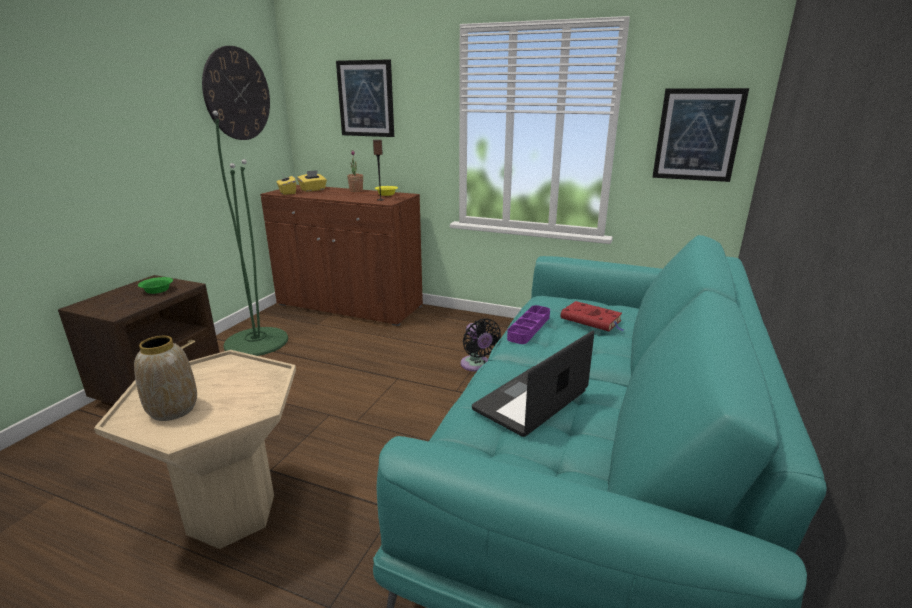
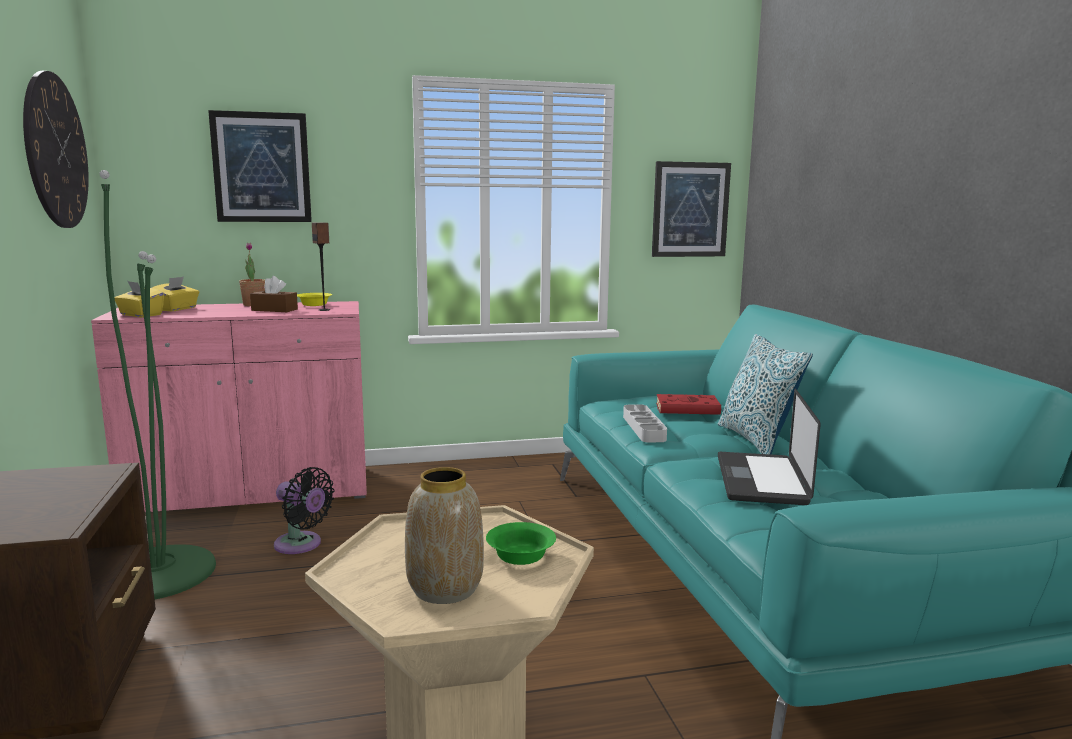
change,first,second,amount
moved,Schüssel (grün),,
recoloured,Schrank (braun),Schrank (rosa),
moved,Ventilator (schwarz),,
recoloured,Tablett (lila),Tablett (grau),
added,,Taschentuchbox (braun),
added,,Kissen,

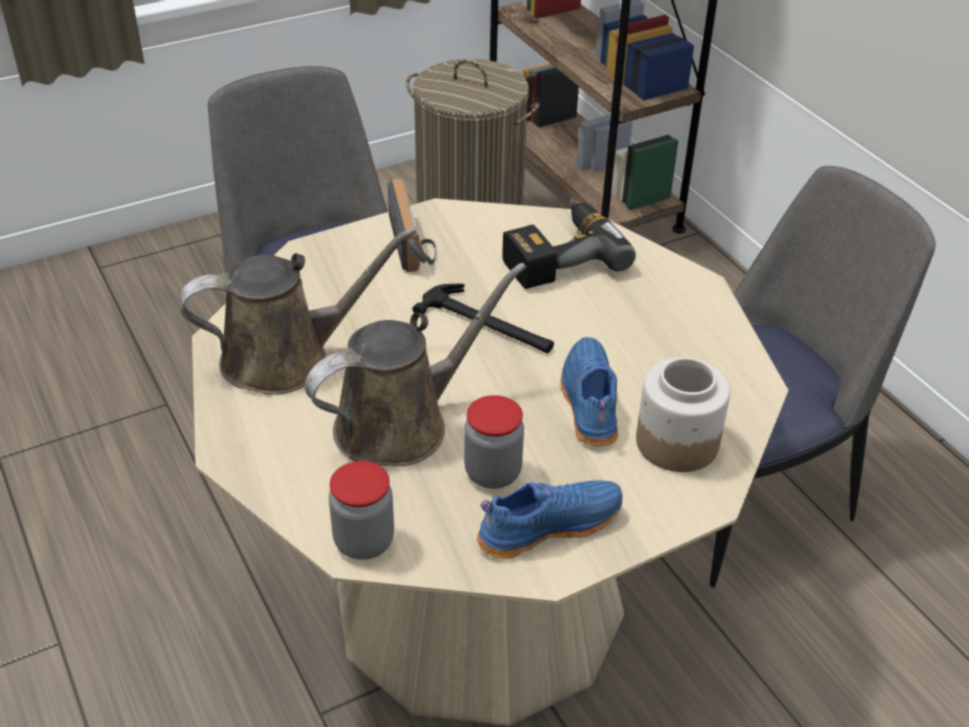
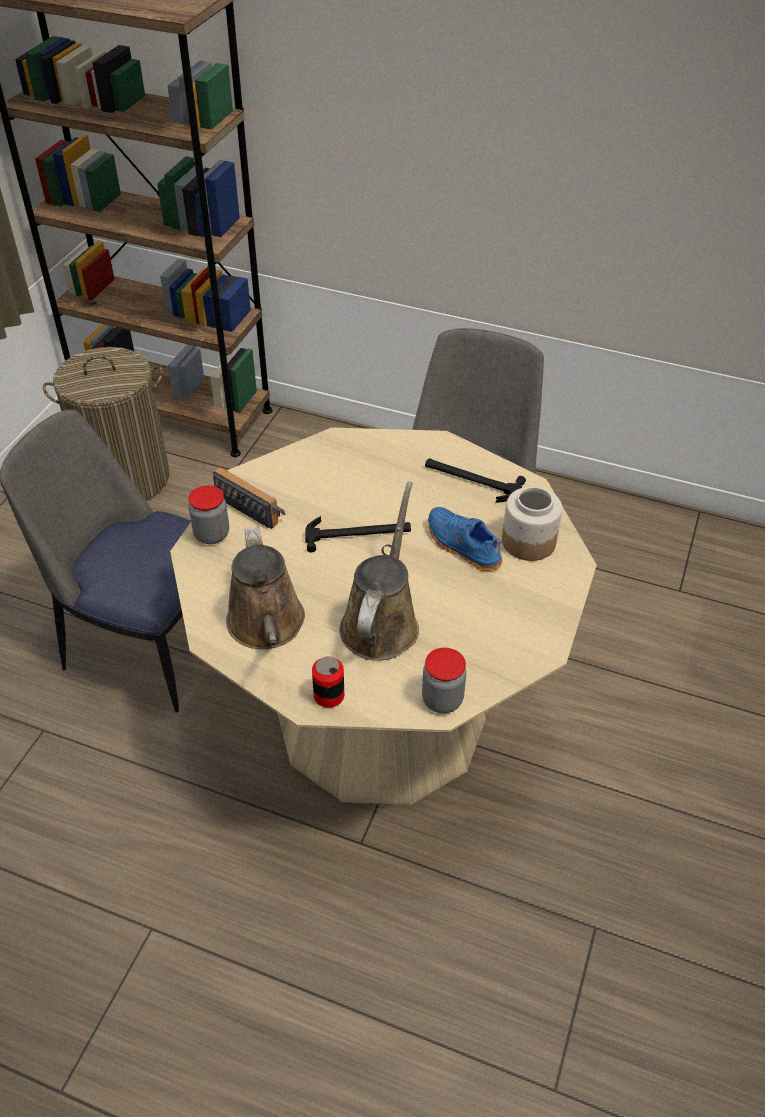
change,first,second,amount
turned,Gießkanne (braun) (1st from left),,135 degrees clockwise
moved,Vorratsglas (2nd from left in the first image),Vorratsglas (1st from left),
removed,Schuh (blau) (1st from left),,
removed,Bohrmaschine,,
added,,Dose,
added,,Hammer (2nd from left),

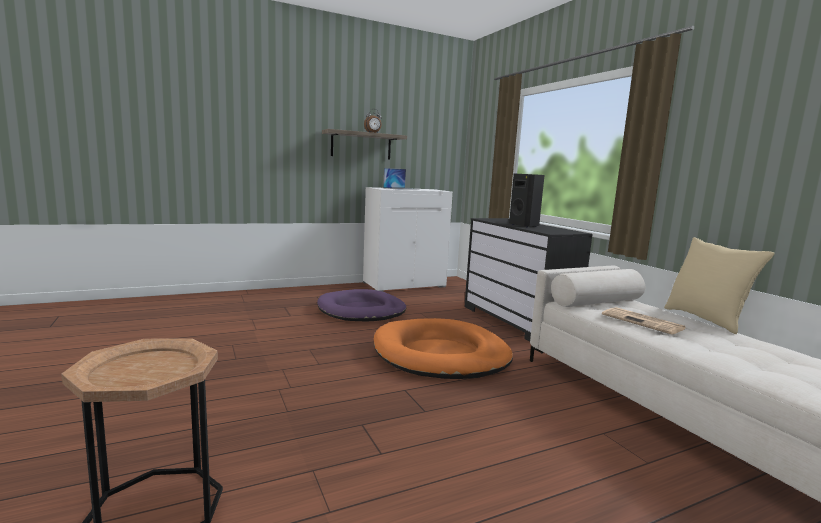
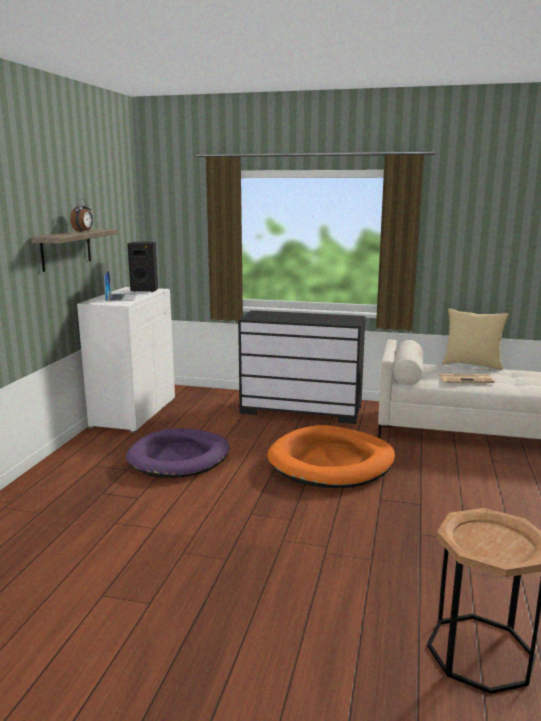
change,first,second,amount
moved,Lautsprecher (schwarz),,

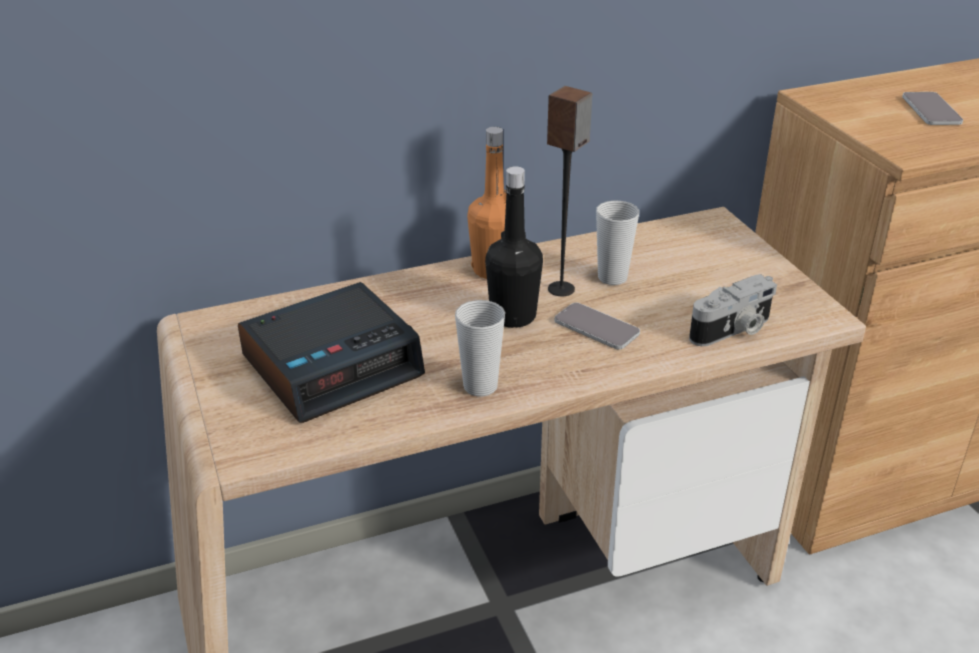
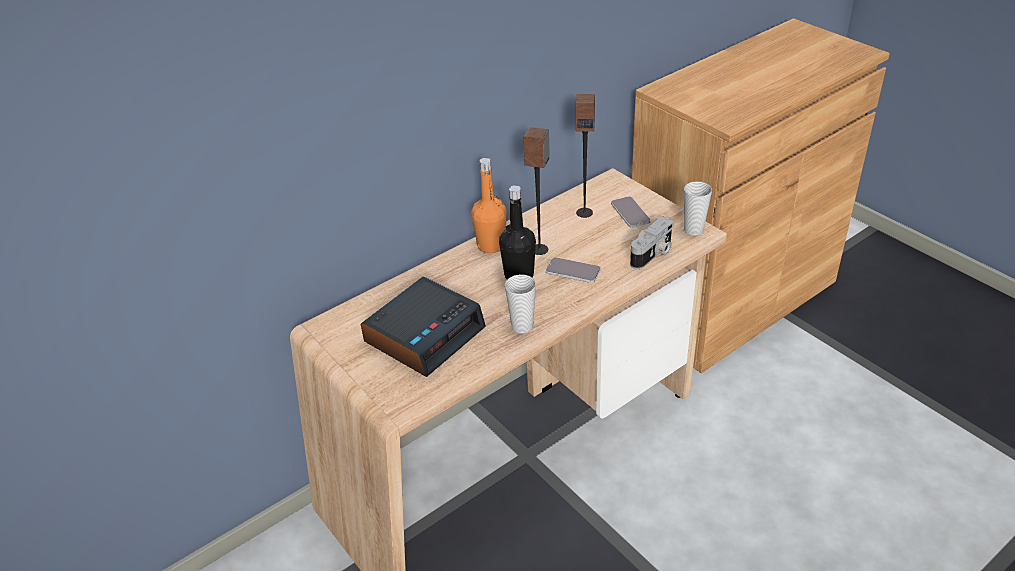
change,first,second,amount
moved,Tasse (2nd from left),,
moved,Handy (2nd from left),,
added,,Lautsprecher (2nd from left),

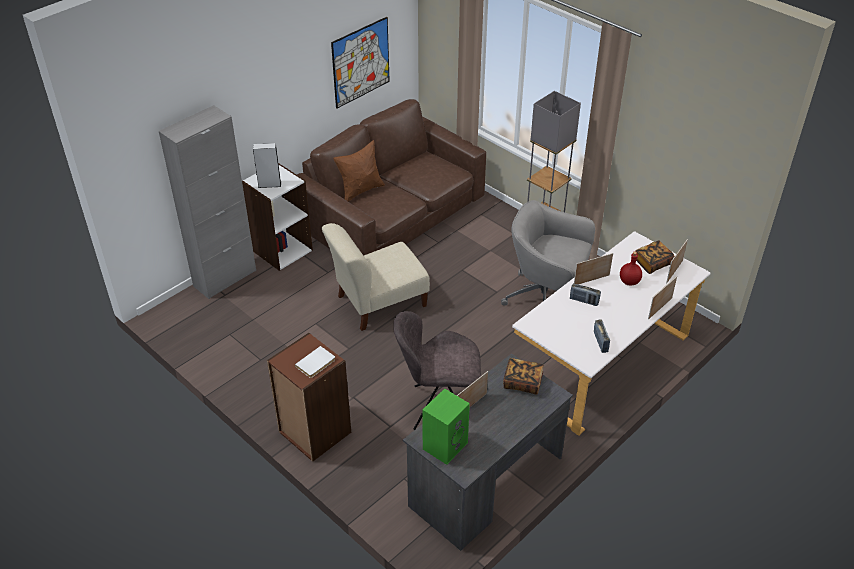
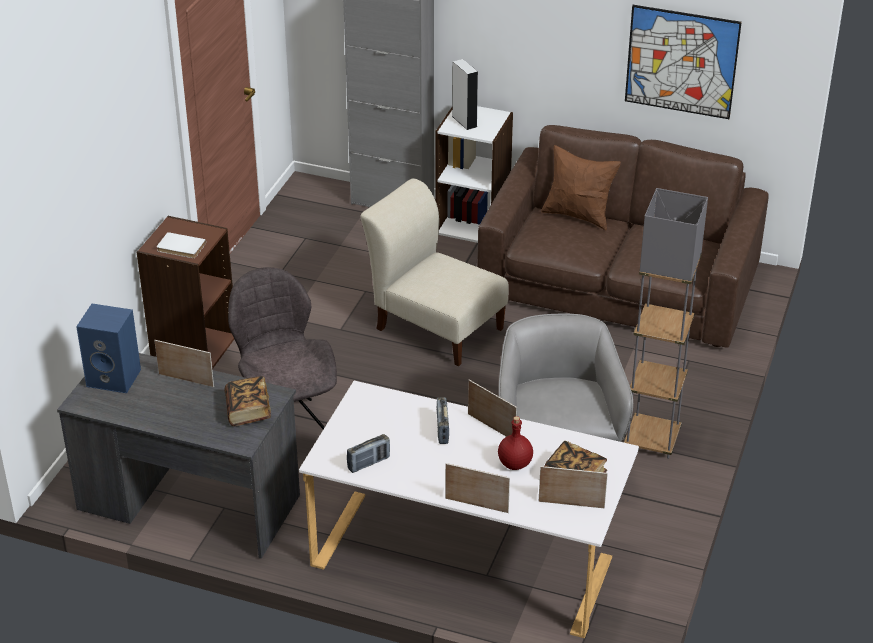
change,first,second,amount
recoloured,Lautsprecher (grün),Lautsprecher (blau),

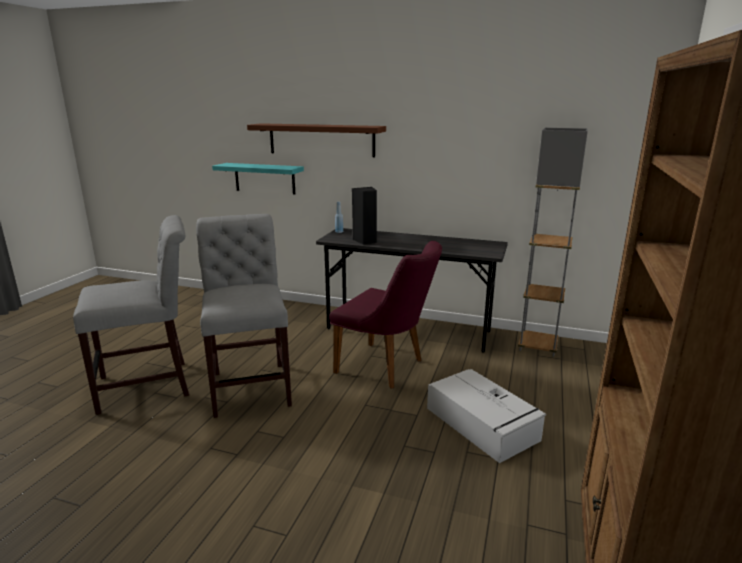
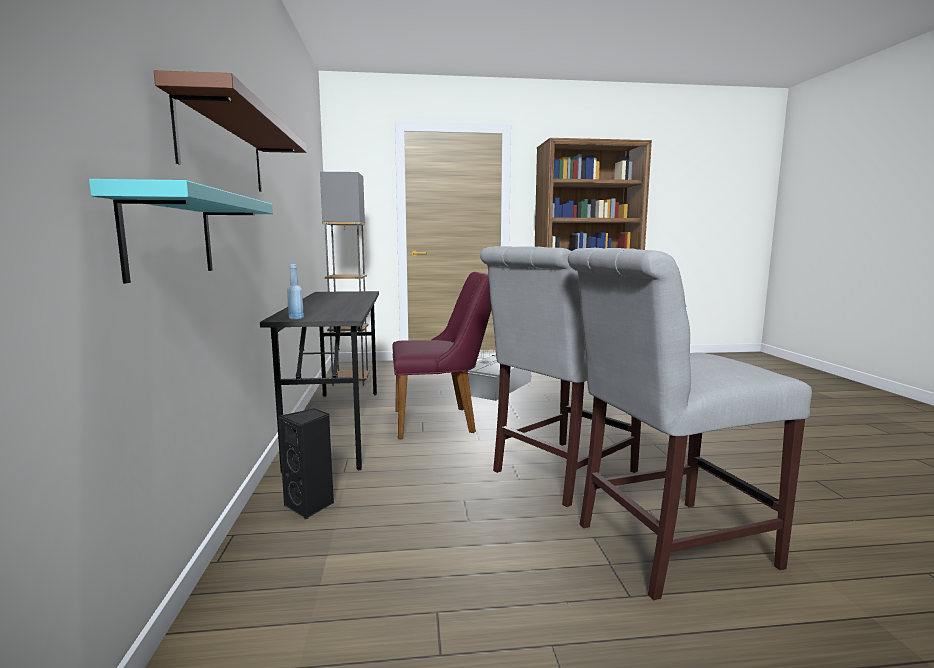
change,first,second,amount
turned,Stuhl (grau) (1st from left in the first image),Stuhl (grau) (2nd from left),60 degrees counterclockwise
turned,Stuhl (lila),,75 degrees clockwise
moved,Lautsprecher (schwarz),,

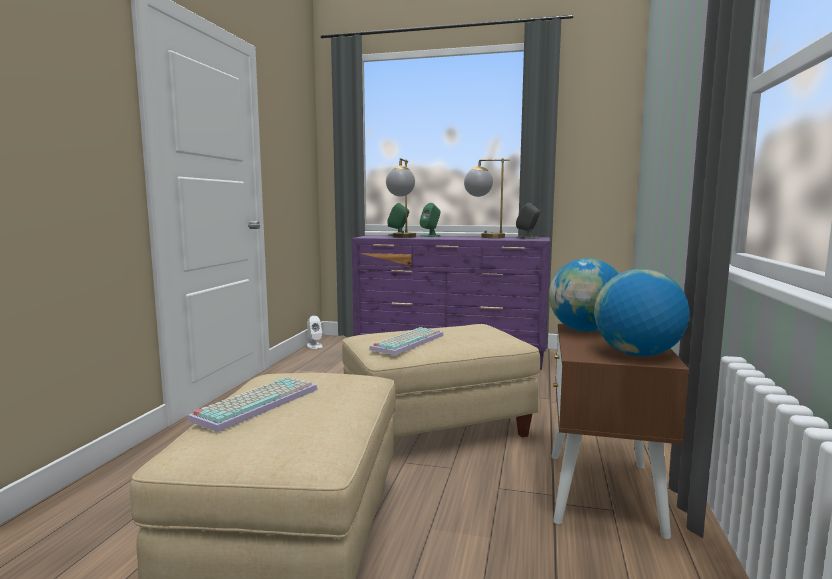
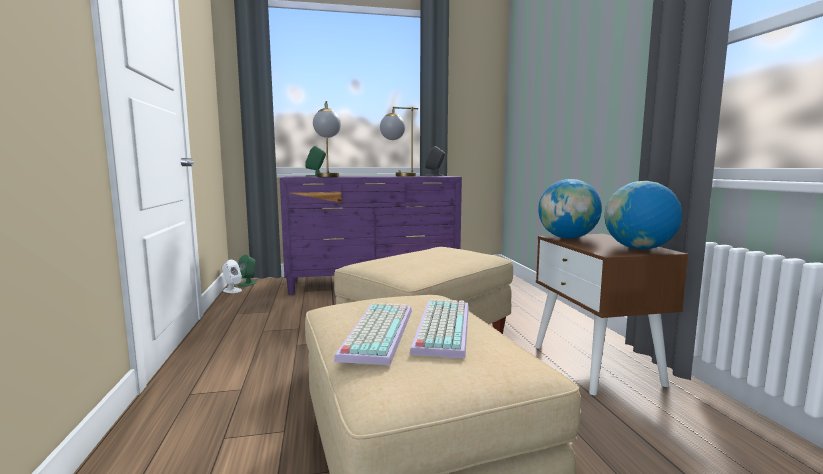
change,first,second,amount
moved,Tastatur (2nd from left),,
moved,Lautsprecher (grün) (2nd from left in the first image),Lautsprecher (grün) (1st from left),

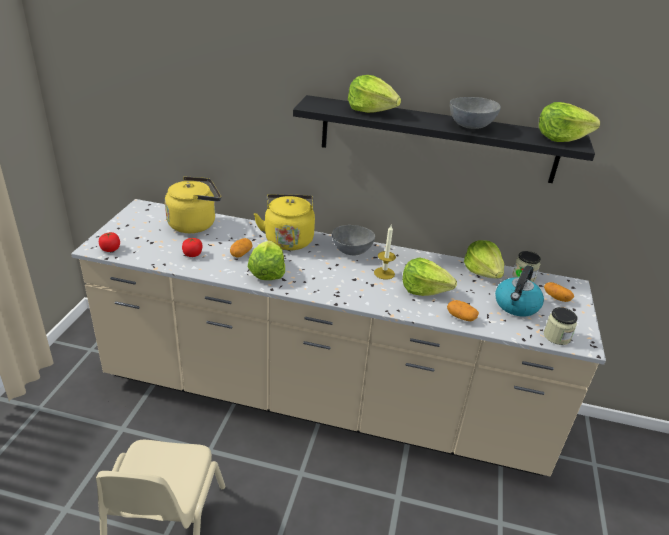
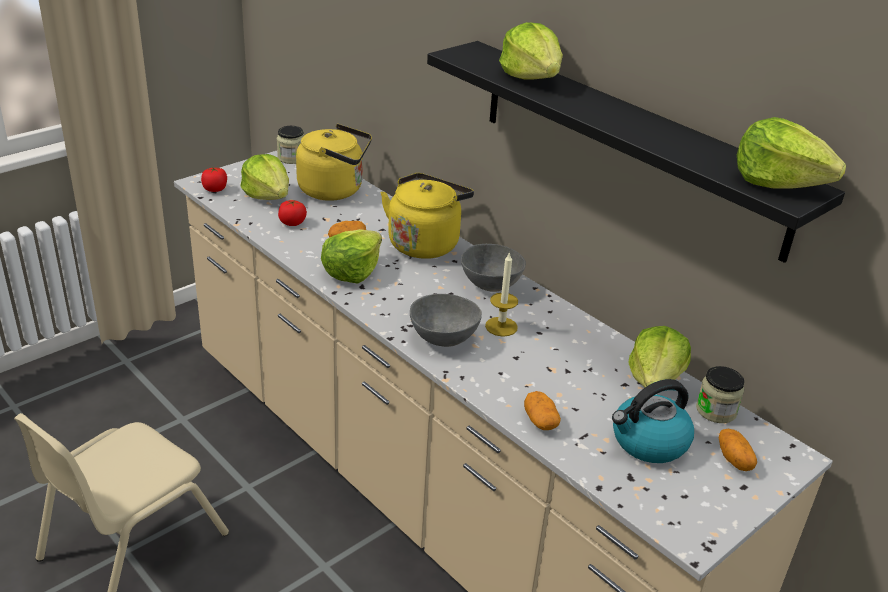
change,first,second,amount
moved,Salatkopf (3rd from left in the first image),Salatkopf (1st from left),
moved,Schüssel (grau) (2nd from left in the first image),Schüssel (grau) (1st from left),
moved,Vorratsglas (2nd from left in the first image),Vorratsglas (1st from left),

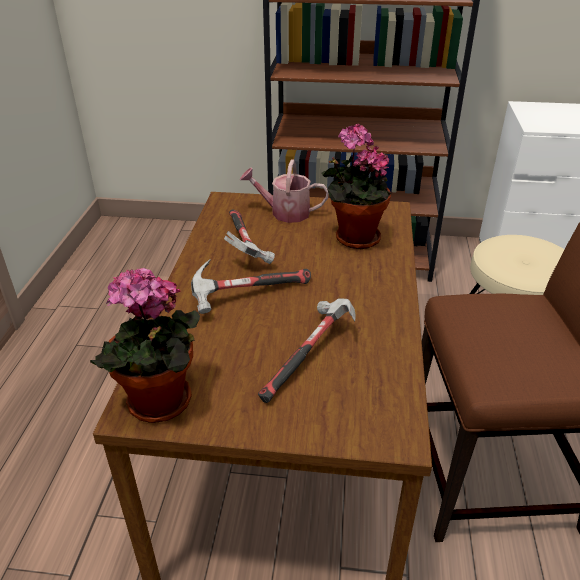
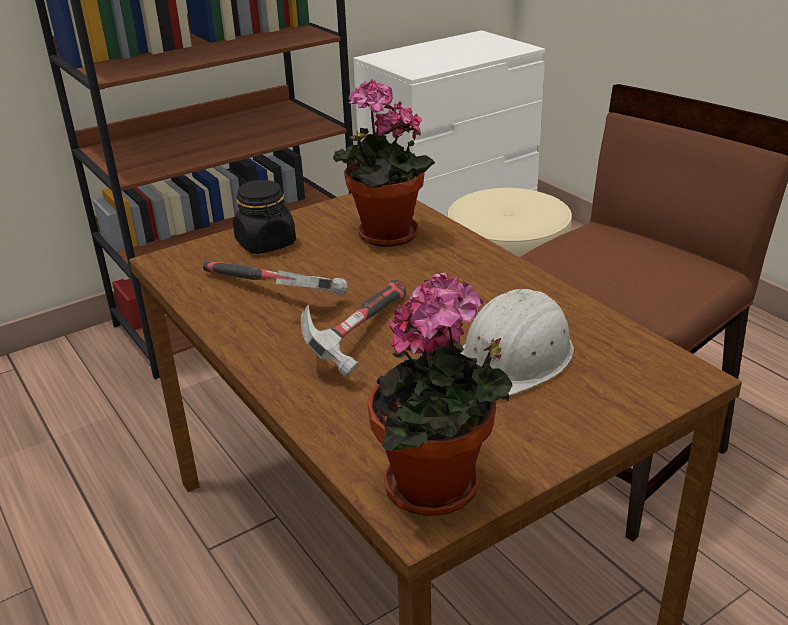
change,first,second,amount
replaced,Gießkanne,Vorratsglas (schwarz),
replaced,Hammer (3rd from left),Schutzhelm (weiß),

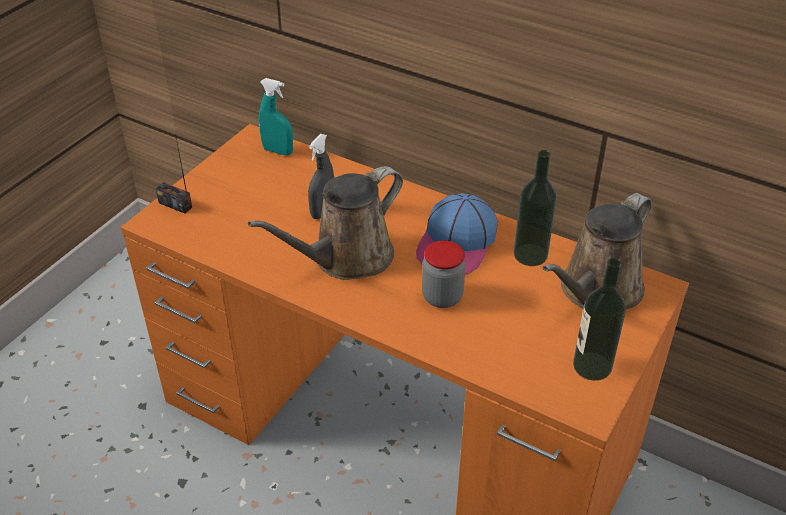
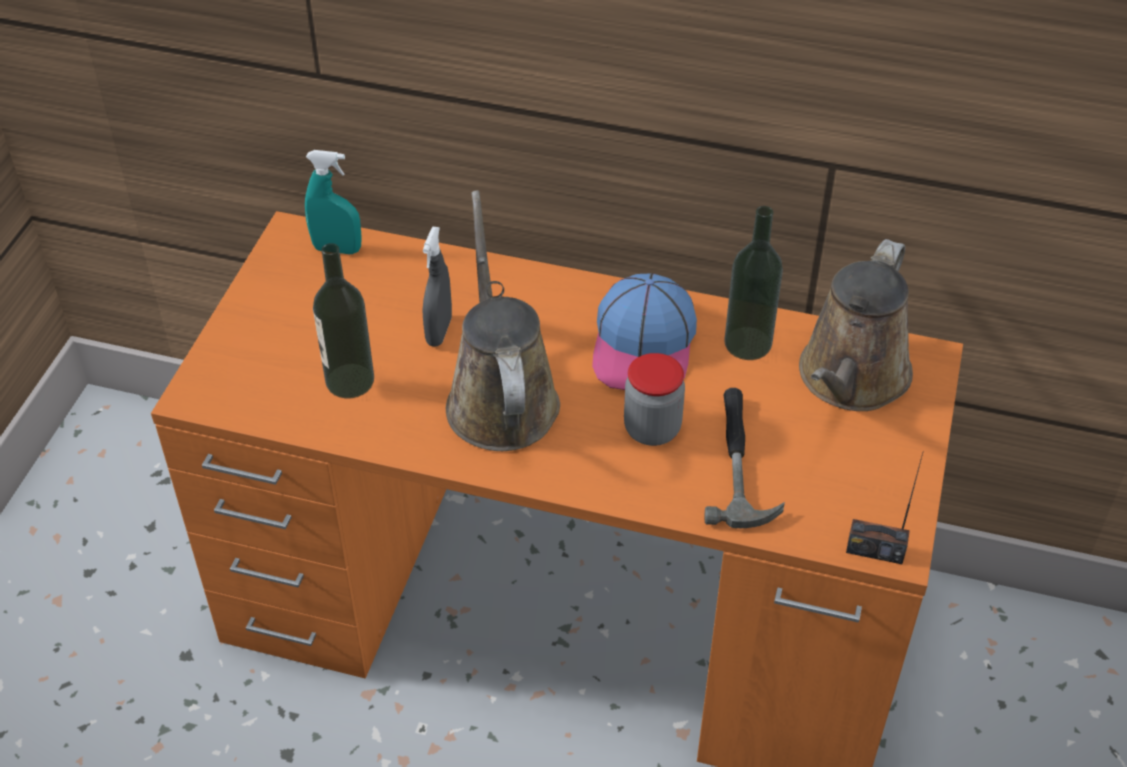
change,first,second,amount
moved,Radio,,
turned,Gießkanne (braun) (1st from left),,135 degrees clockwise
moved,Flasche (2nd from left in the first image),Flasche (1st from left),
added,,Hammer,

